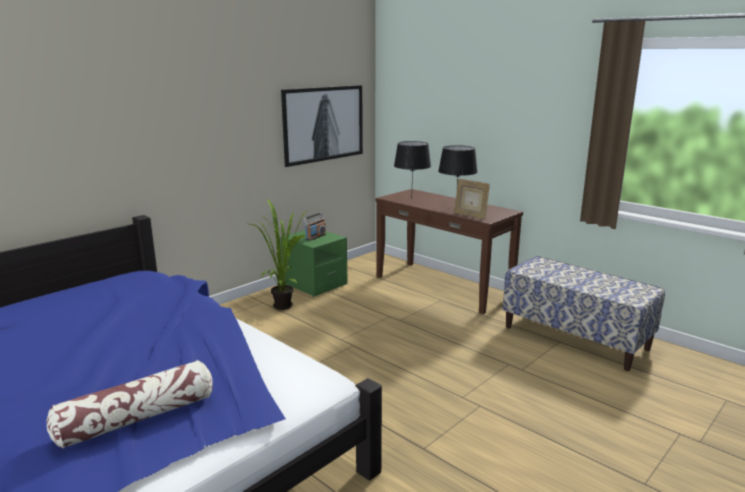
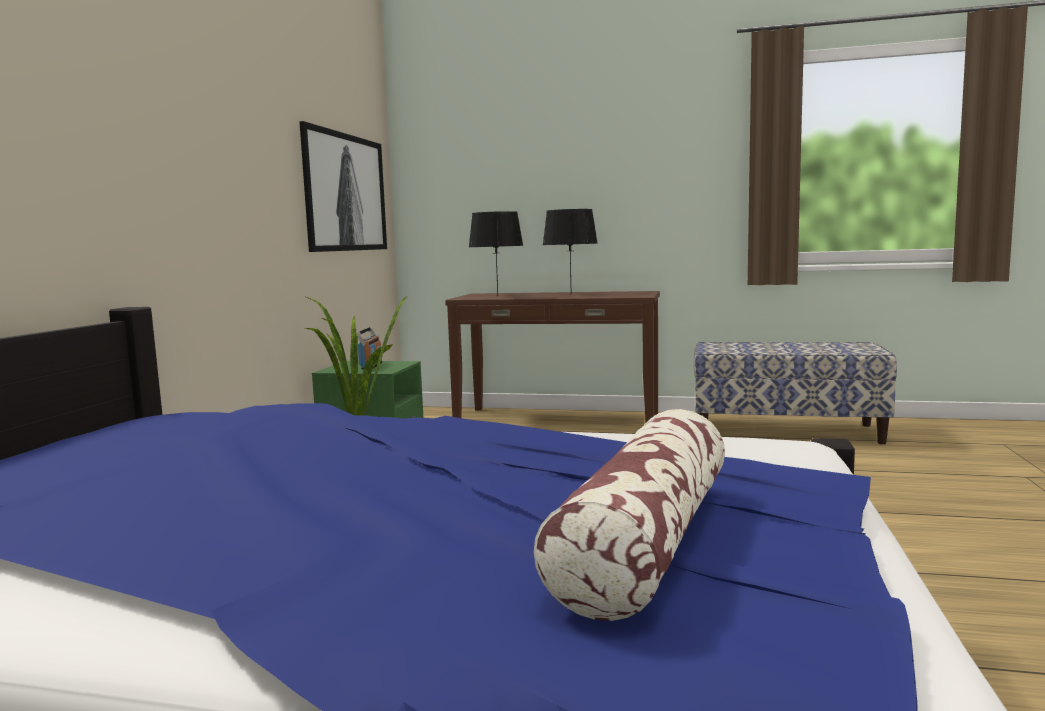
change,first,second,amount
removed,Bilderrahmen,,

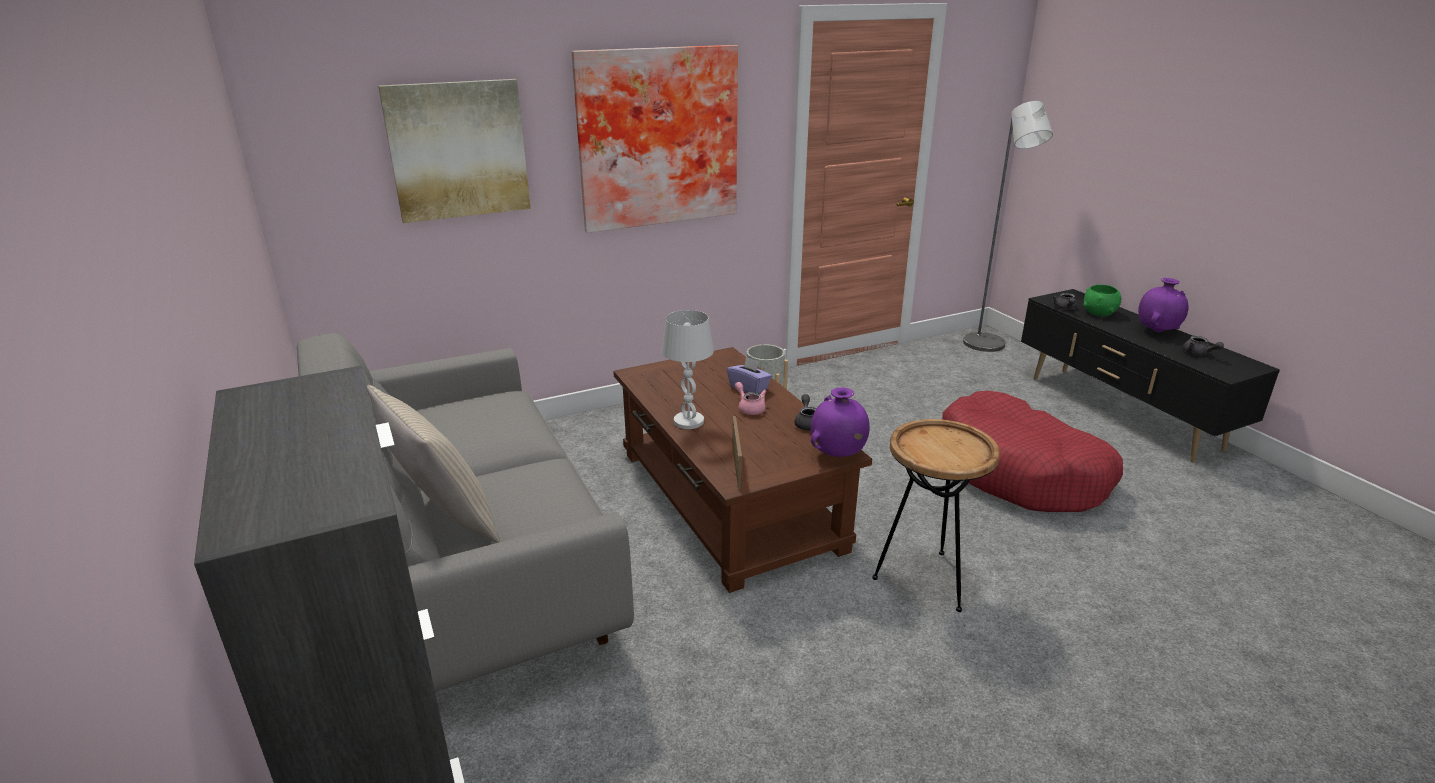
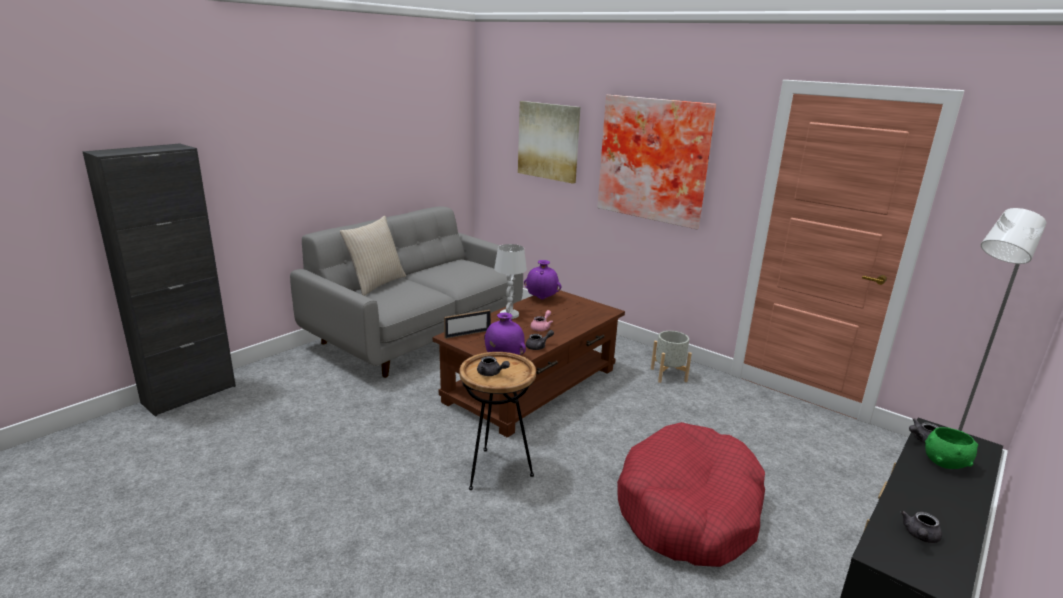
change,first,second,amount
removed,Taschentuchbox (lila),,
moved,Vase (lila) (2nd from left),,
added,,Teekanne (grau) (1st from left),

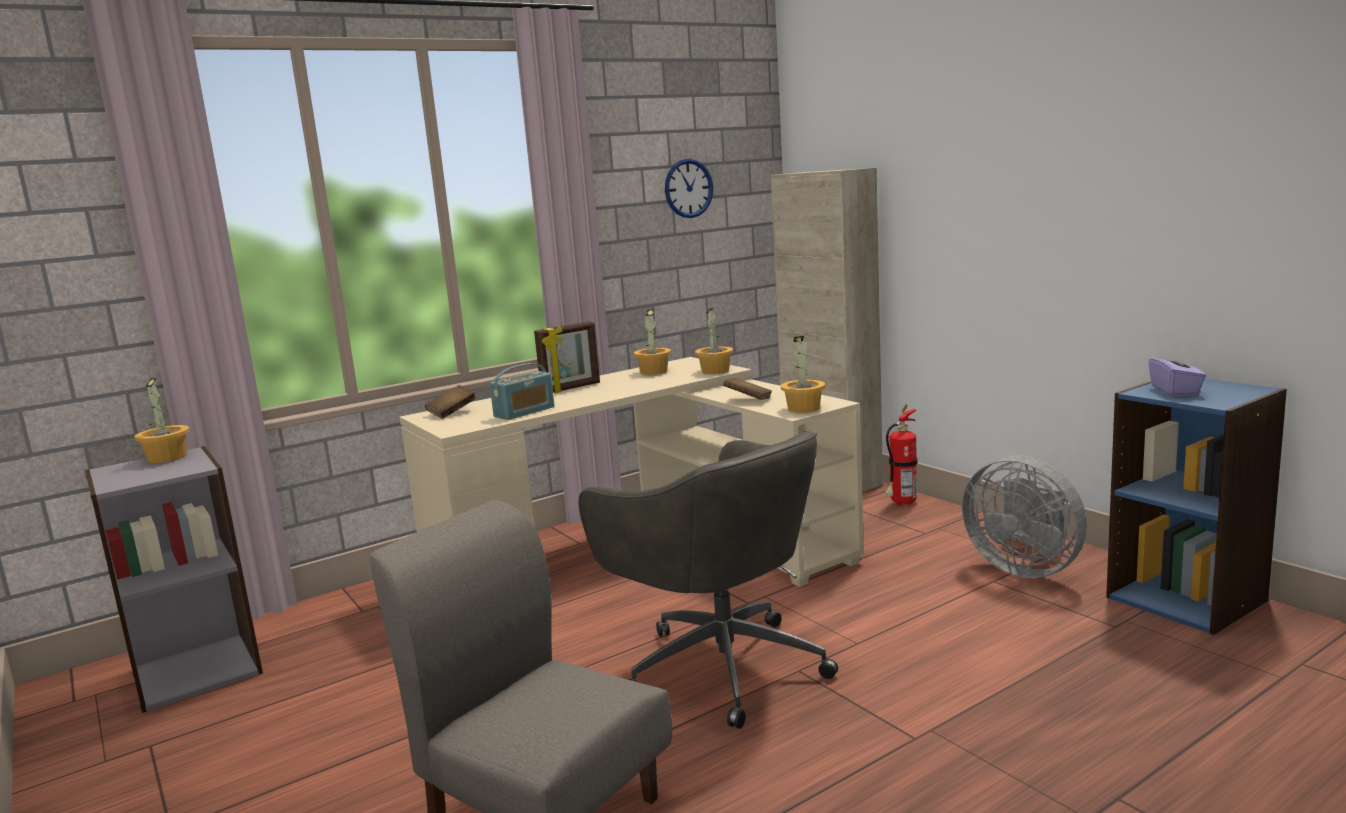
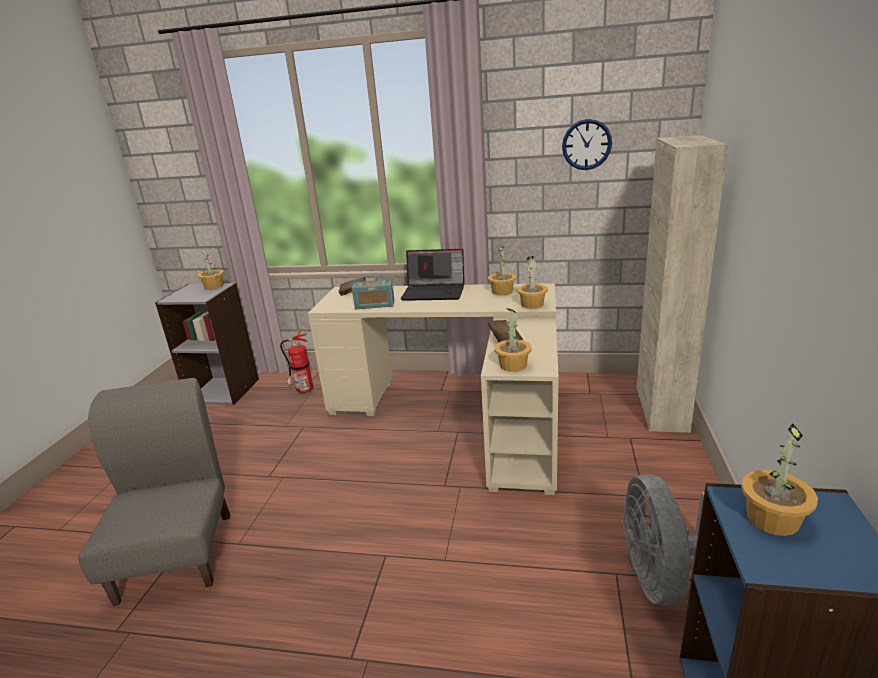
change,first,second,amount
replaced,Bilderrahmen,Laptop,
removed,Bürostuhl (grau),,
moved,Feuerlöscher,,
replaced,Taschentuchbox (lila),Topfpflanze (5th from left),

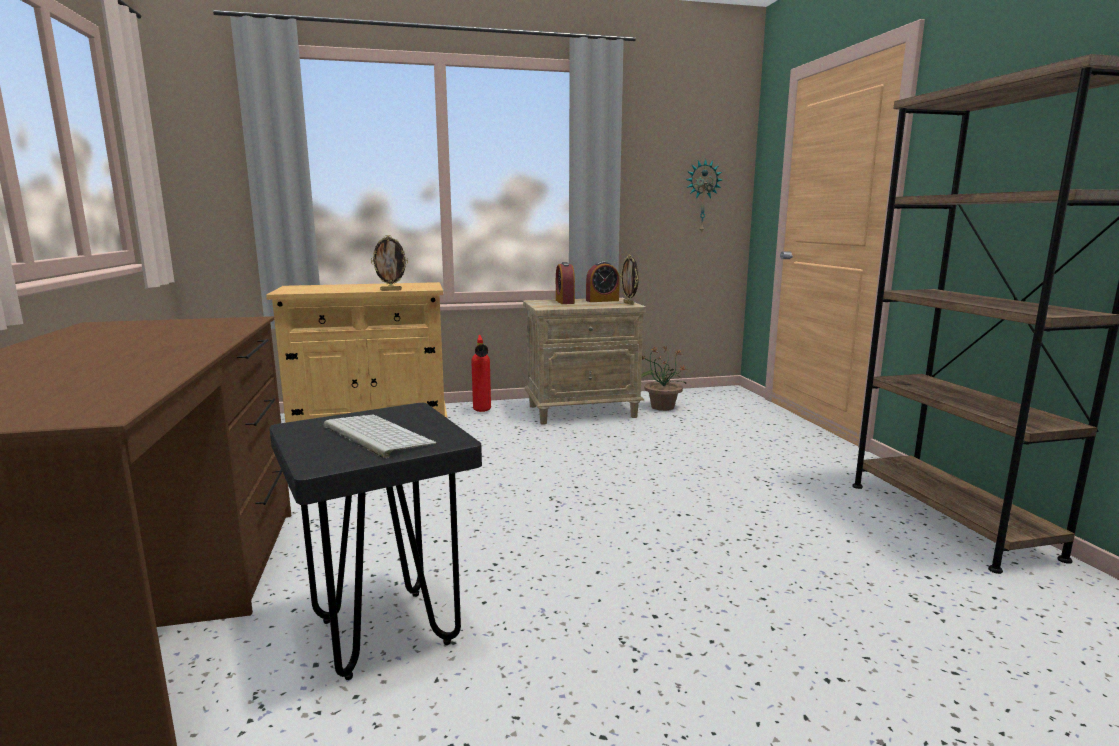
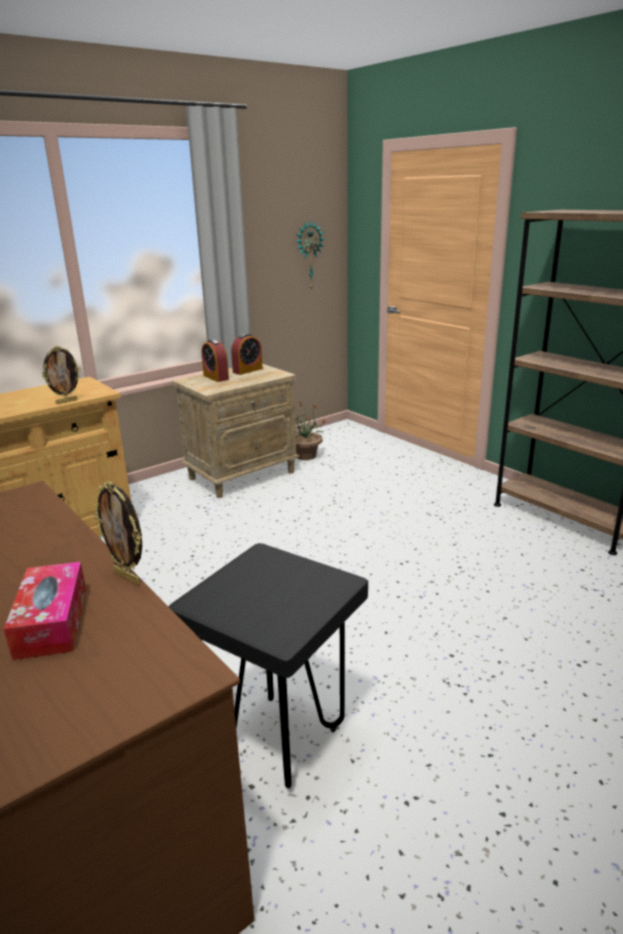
change,first,second,amount
removed,Tastatur,,
removed,Feuerlöscher,,
moved,Bilderrahmen (2nd from left),,
added,,Taschentuchbox,

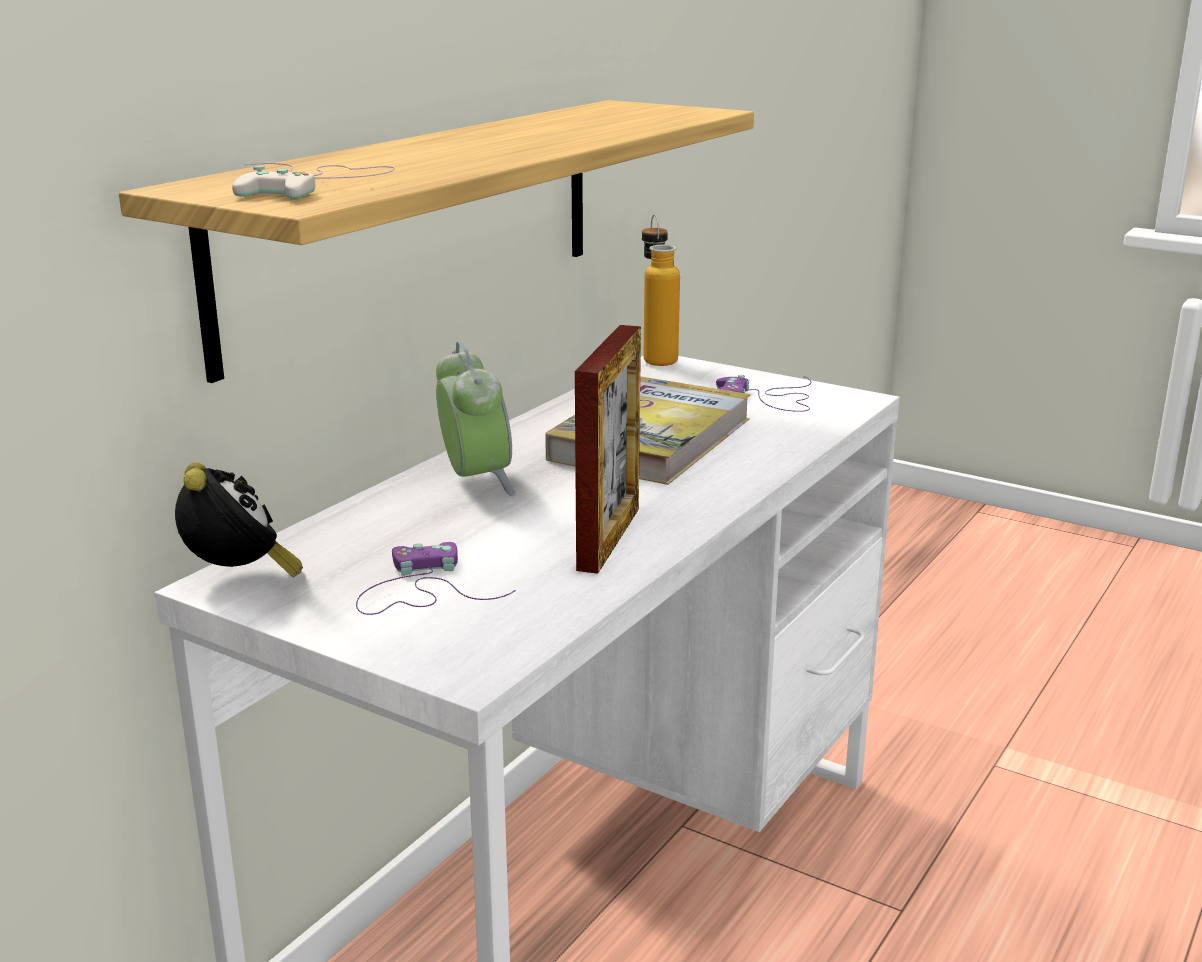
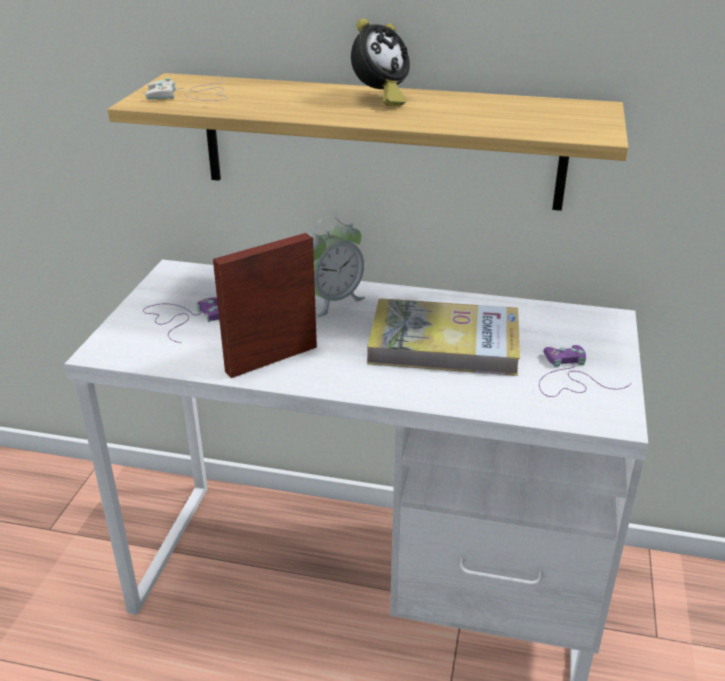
change,first,second,amount
moved,Wecker (1st from left in the first image),Wecker (2nd from left),
turned,Bilderrahmen,,150 degrees clockwise
removed,Flasche,,

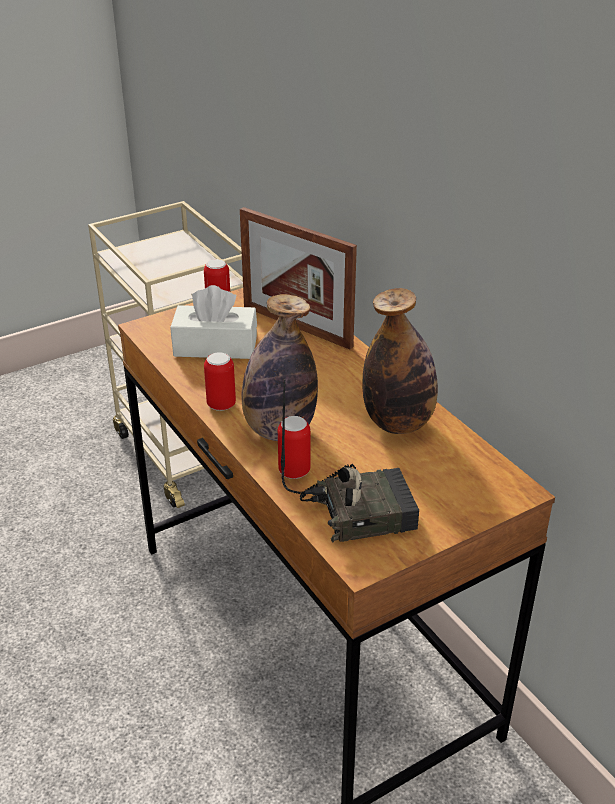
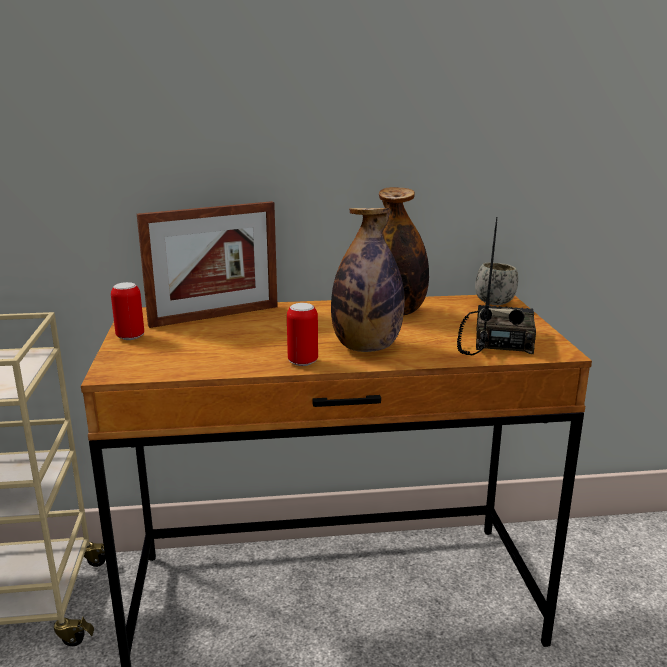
change,first,second,amount
removed,Taschentuchbox (weiß),,
removed,Dose (3rd from left),,
added,,Henkelbecher (weiß),

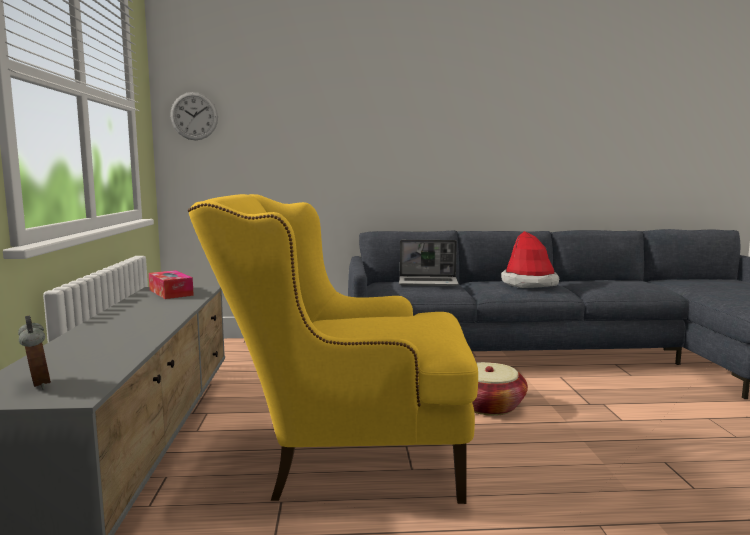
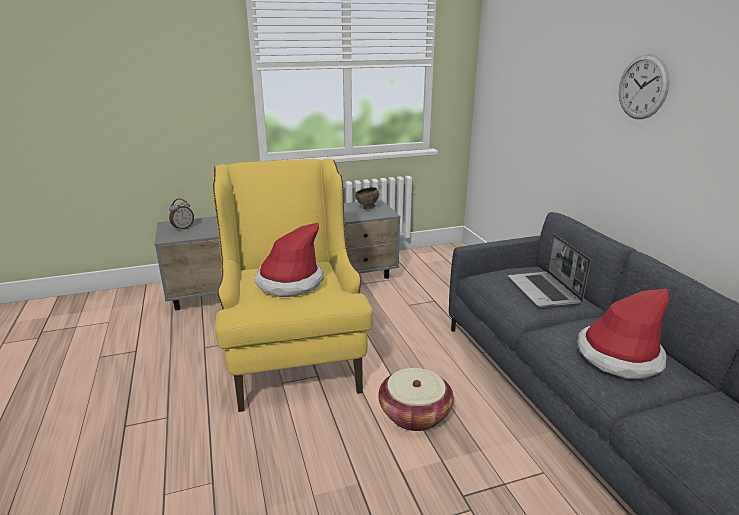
change,first,second,amount
replaced,Taschentuchbox,Schüssel (braun),
moved,Wanduhr,,
added,,Hut (1st from left),

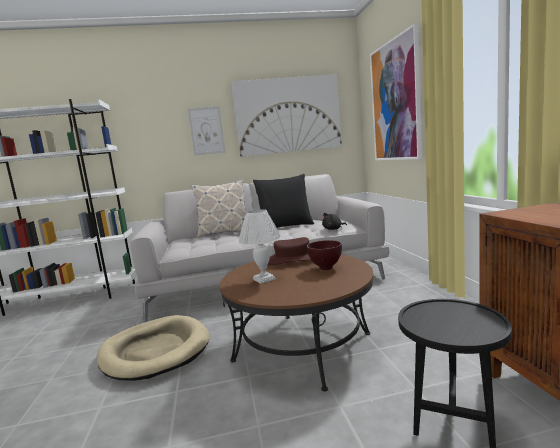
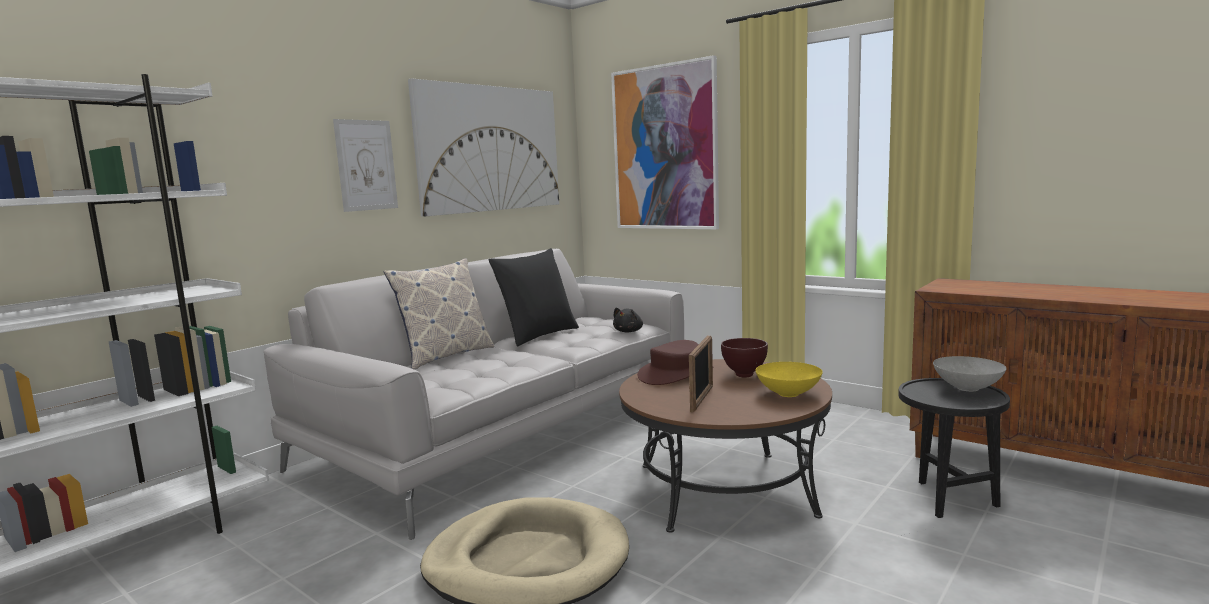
change,first,second,amount
replaced,Tischlampe (weiß),Bilderrahmen,
added,,Schüssel (gelb),
added,,Schüssel (grau),

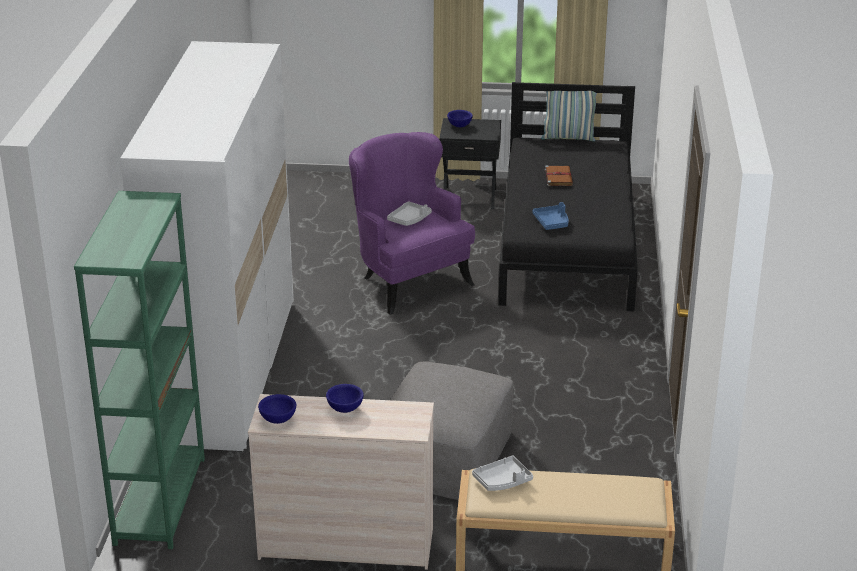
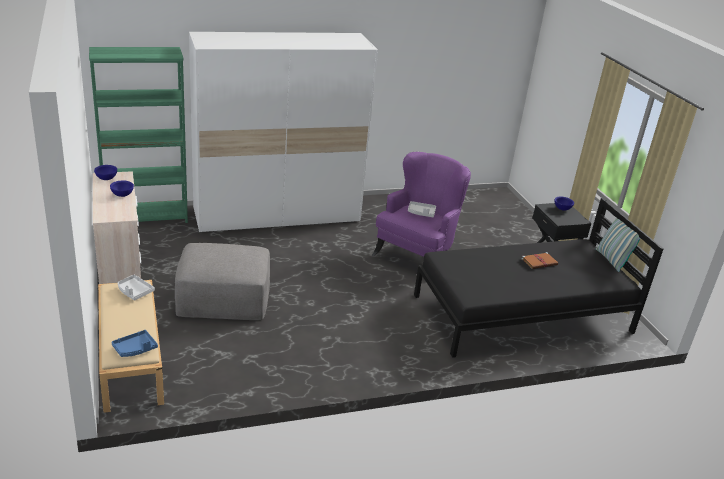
change,first,second,amount
moved,Tablett (blau),,

